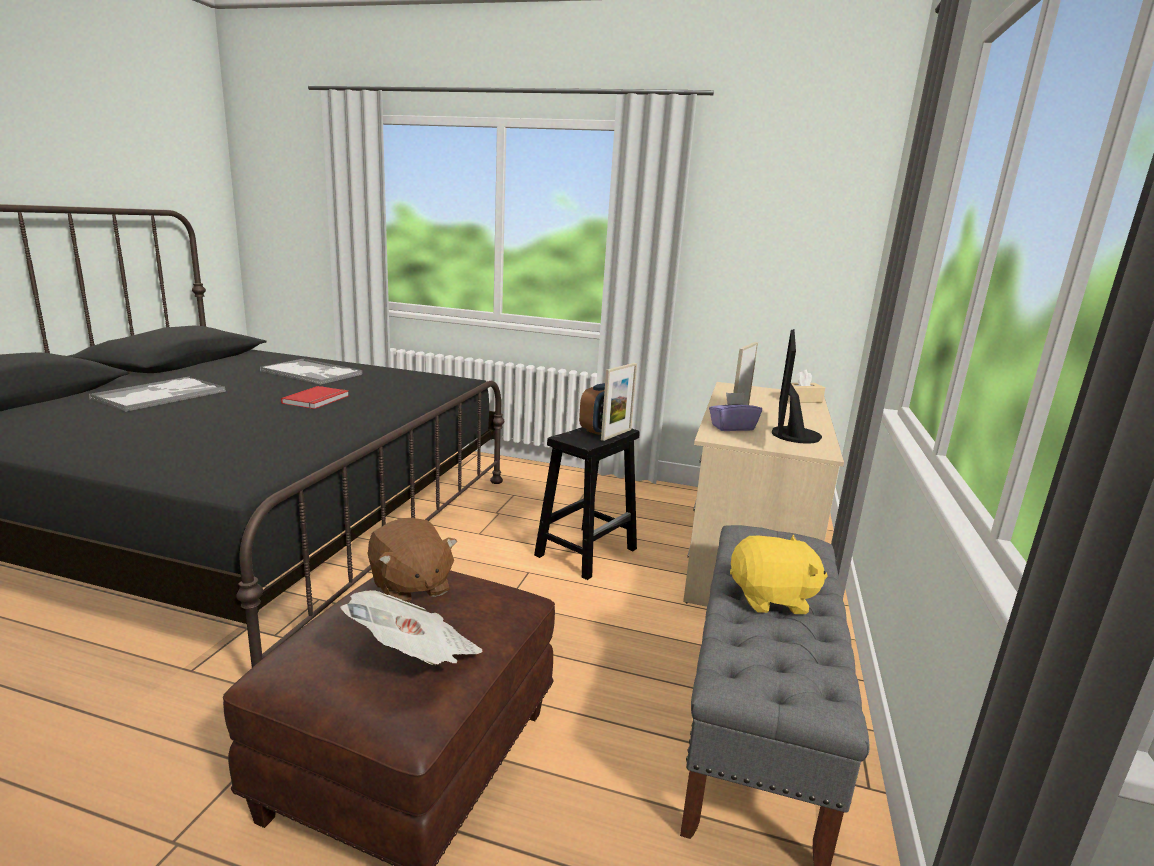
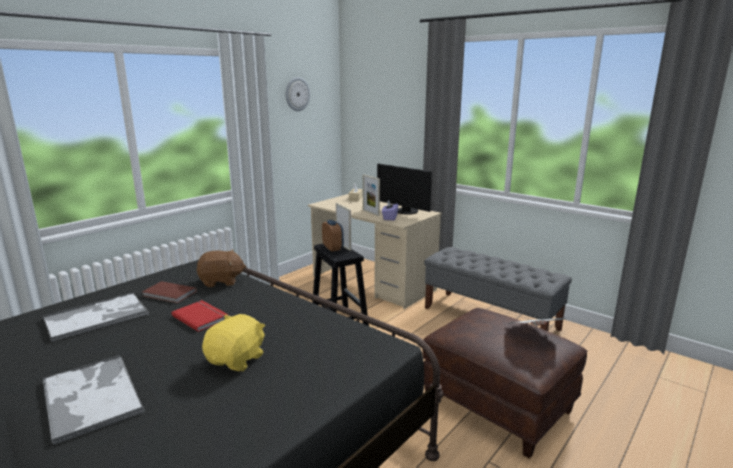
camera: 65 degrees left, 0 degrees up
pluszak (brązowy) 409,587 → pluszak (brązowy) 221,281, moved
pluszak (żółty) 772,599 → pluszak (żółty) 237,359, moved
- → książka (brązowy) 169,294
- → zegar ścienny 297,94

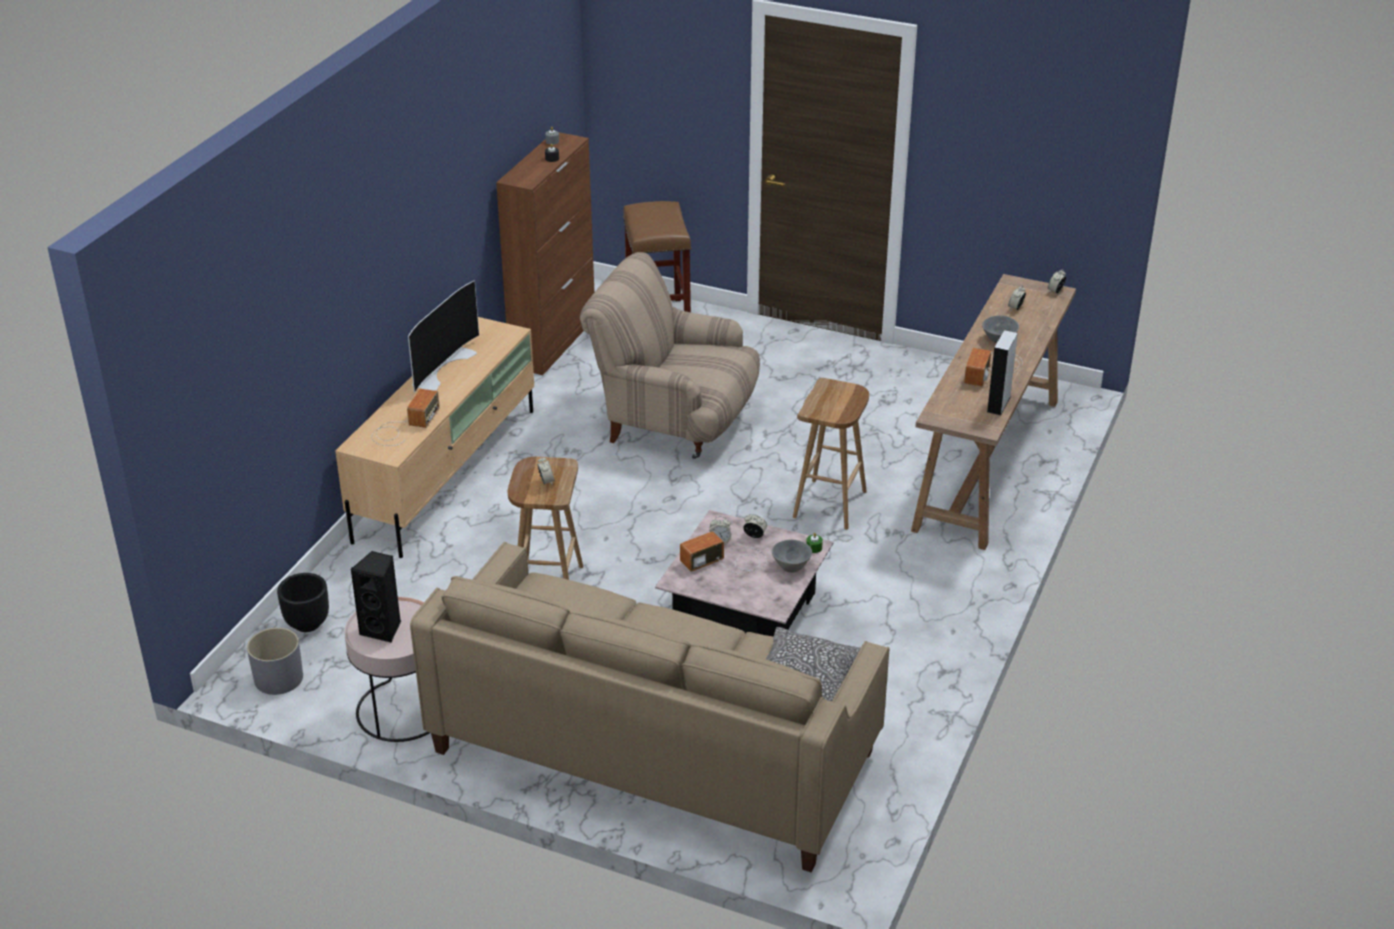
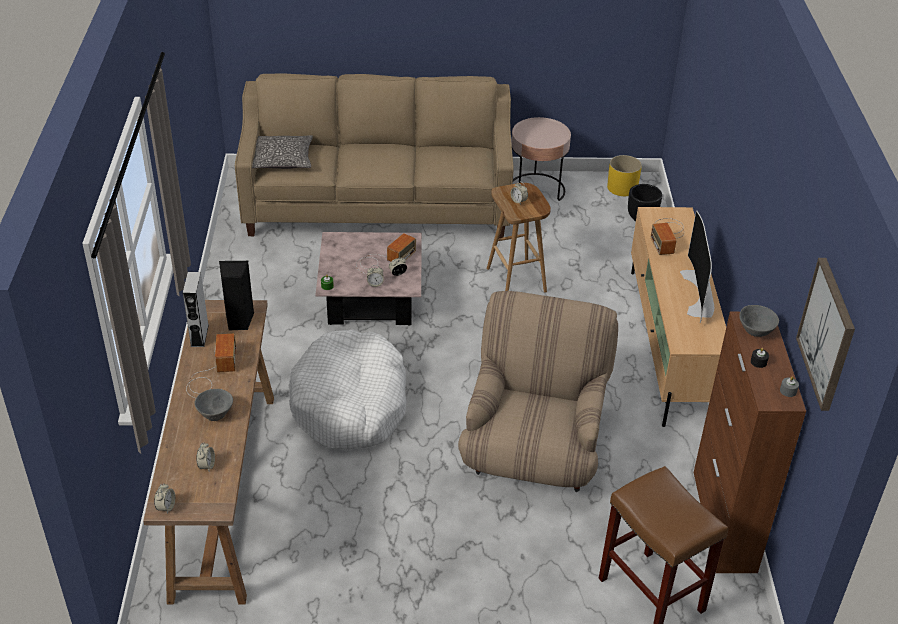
camera: 155 degrees right, 5 degrees up
donica (szary) 278,678 → donica (żółty) 622,187
głośnik (czarny) 383,629 → głośnik (czarny) 238,321, moved
fotel (beżowy) 673,423 → fotel (beżowy) 533,451, 75 degrees counterclockwise
miska (szary) 792,566 → miska (szary) 755,332, moved
stołek (brązowy) 830,505 → legowisko (biały) 350,404
- → obraz 827,333

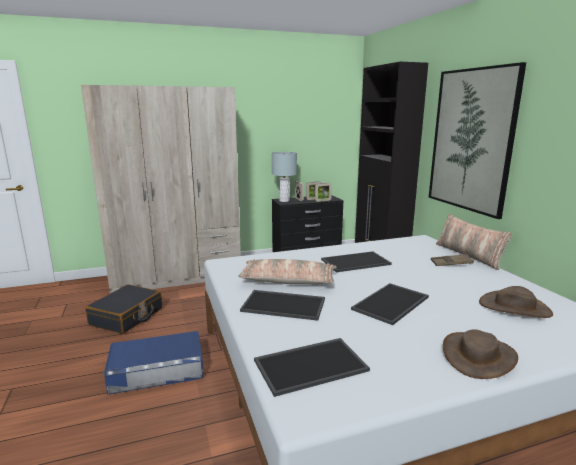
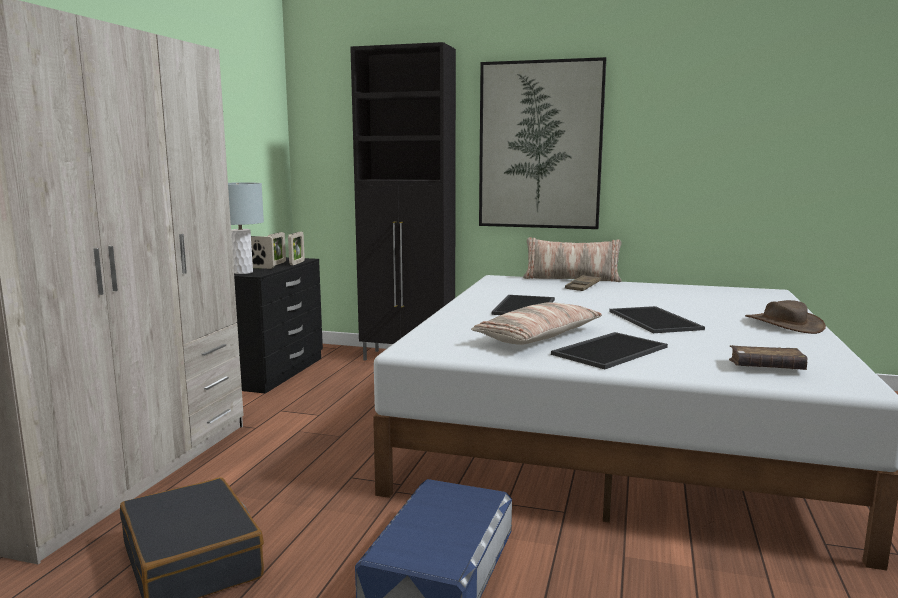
camera: 55 degrees left, 5 degrees down
taca 311,364 → książka (brązowy) 766,367
kapelusz (brązowy) 514,307 → -

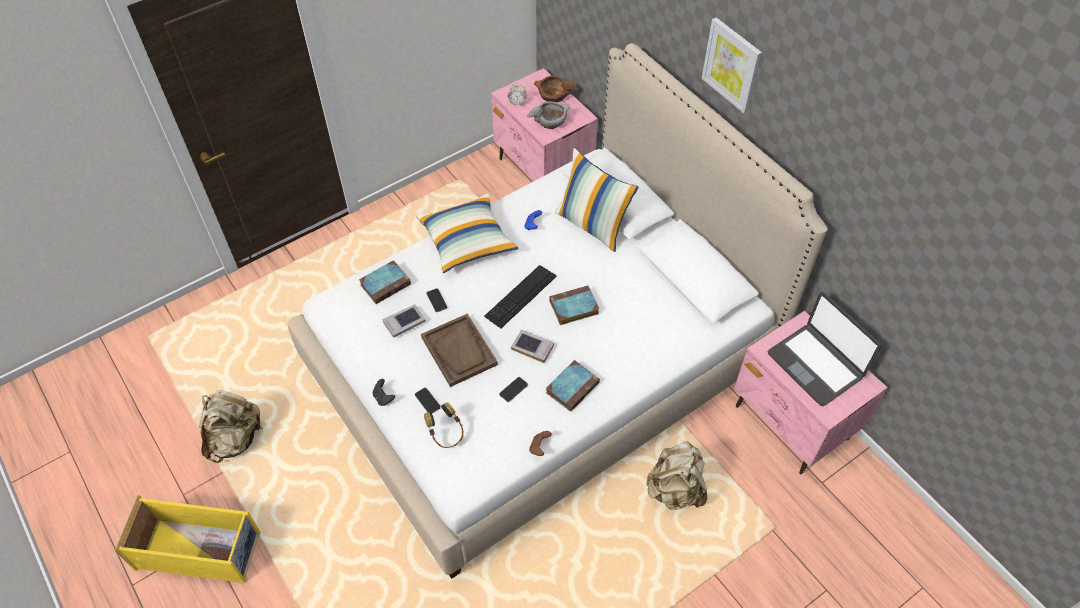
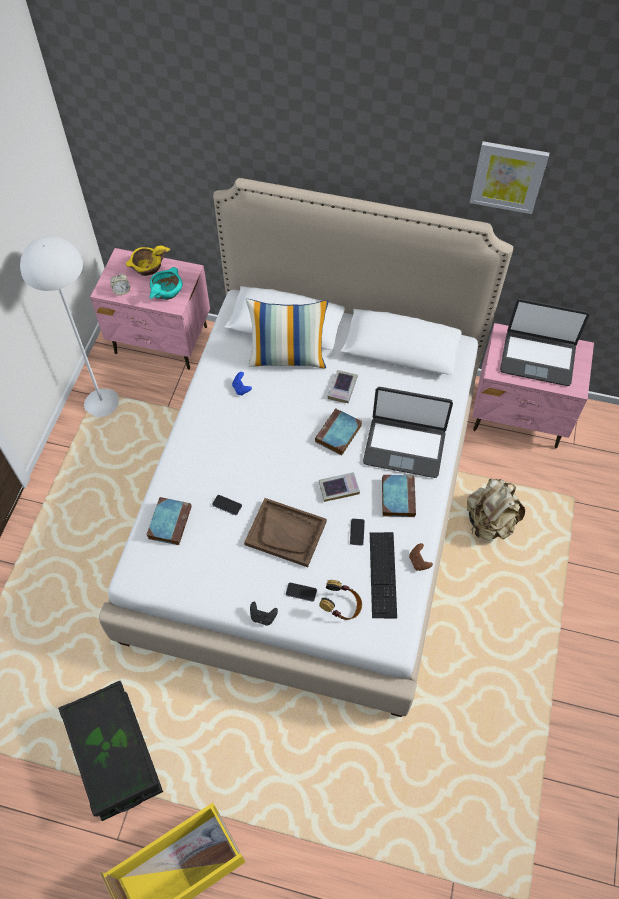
camera: 40 degrees left, 5 degrees up
plecak (beżowy) 235,438 → pojemnik do przechowywania (czarny) 116,755
książka 404,323 → książka 342,388, moved
poduszka 467,241 → -
klawiatura 520,296 → klawiatura 382,574, moved
miska (szary) 550,121 → miska (turkusowy) 166,291
miska (brązowy) 553,96 → miska (żółty) 148,267
obraz 732,65 → obraz 508,177, moved
- → lampa stojąca (biały) 102,403
- → laptop 404,446

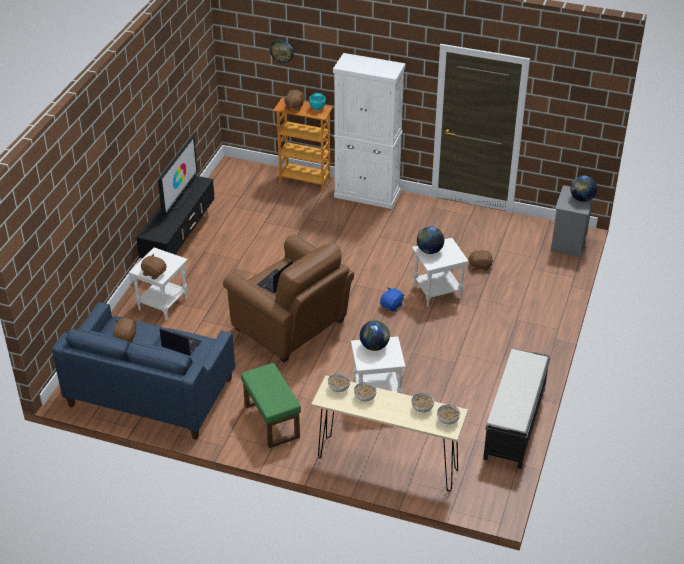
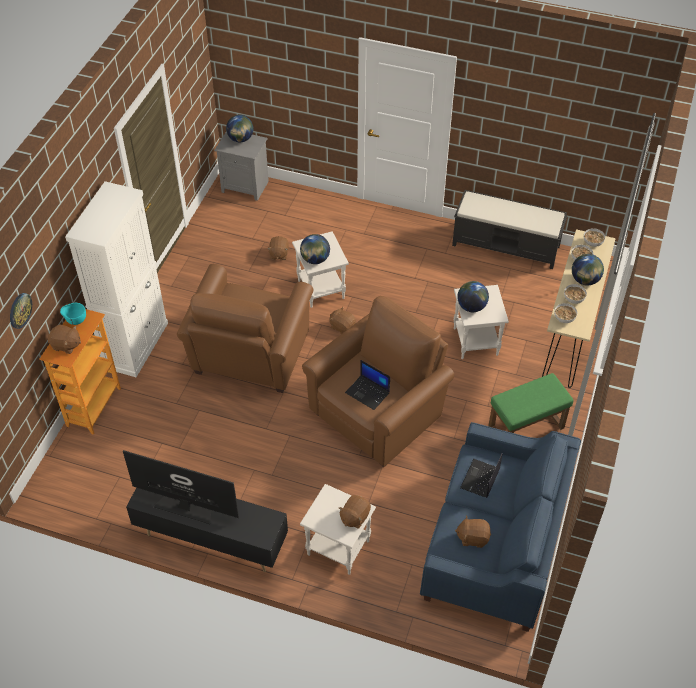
camera: 90 degrees left, 10 degrees up
pluszak (niebieski) 392,305 → pluszak (brązowy) 342,327
- → fotel (brązowy) 249,358
- → globus 585,280

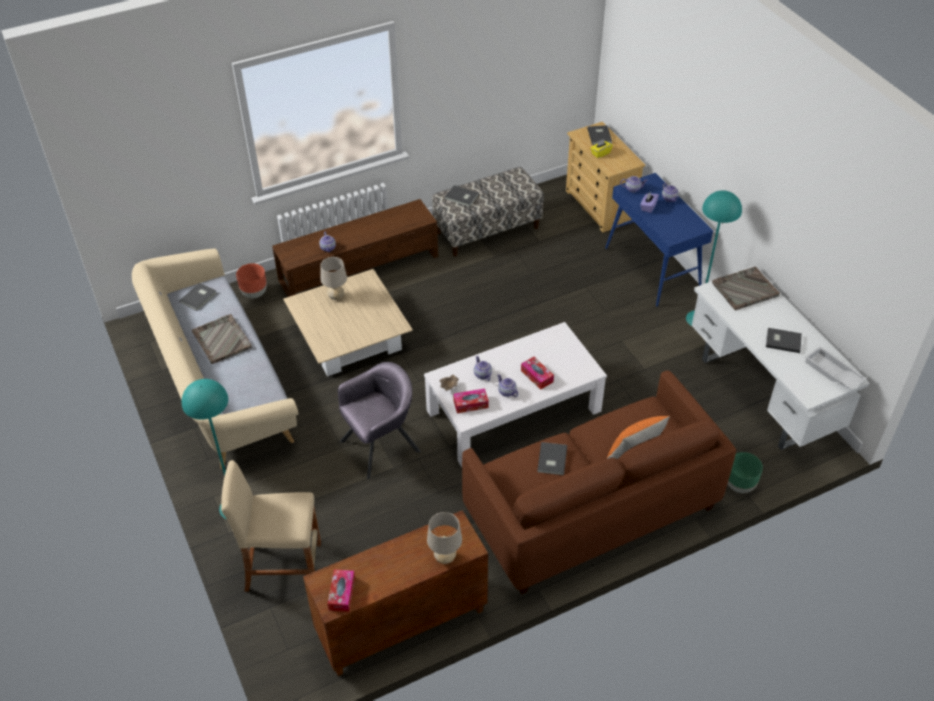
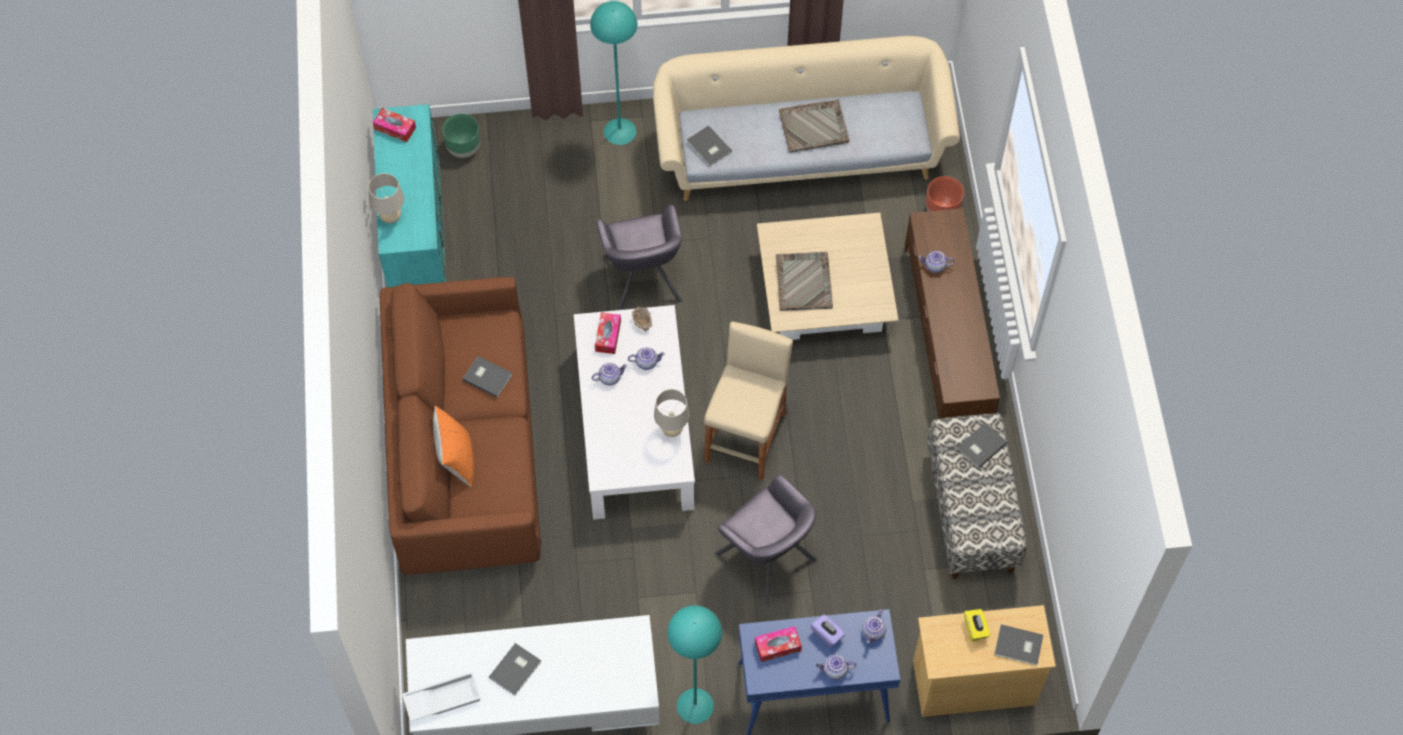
camera: 110 degrees right, 15 degrees up
książka (szary) 199,297 → książka (szary) 708,147, moved
stołek (beżowy) 283,567 → stołek (beżowy) 746,438, moved
szafka (brązowy) 401,625 → szafka (turkusowy) 416,237
lampa stołowa (beżowy) 336,297 → lampa stołowa (beżowy) 672,430, moved
pudełko chusteczek 537,376 → pudełko chusteczek 777,646, moved
taca (szary) 744,289 → taca (szary) 803,281, moved
donica (zielony) 739,485 → donica (zielony) 463,148, moved
- → fotel (szary) 766,557

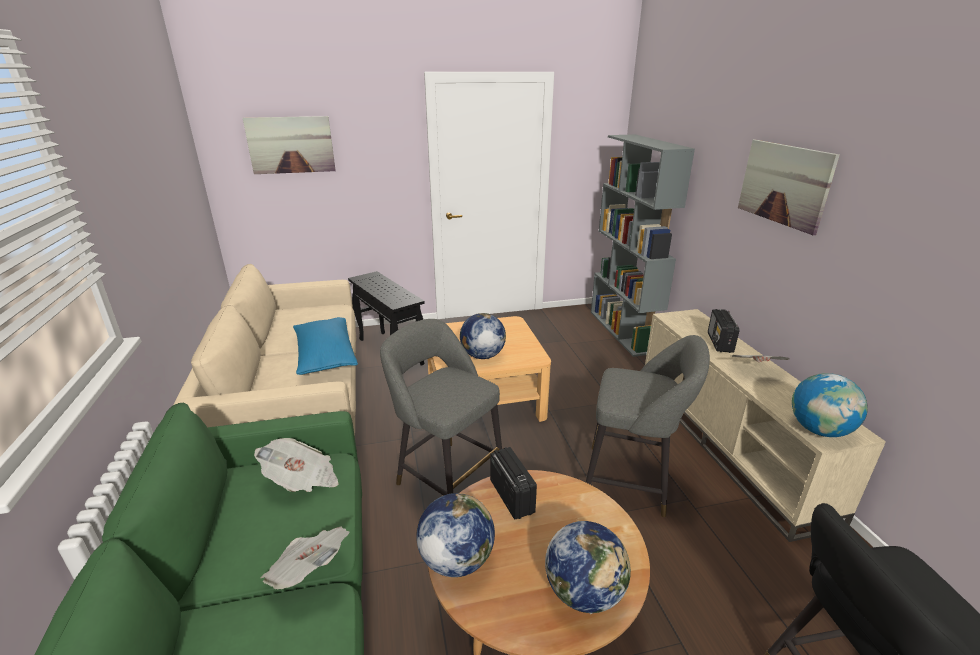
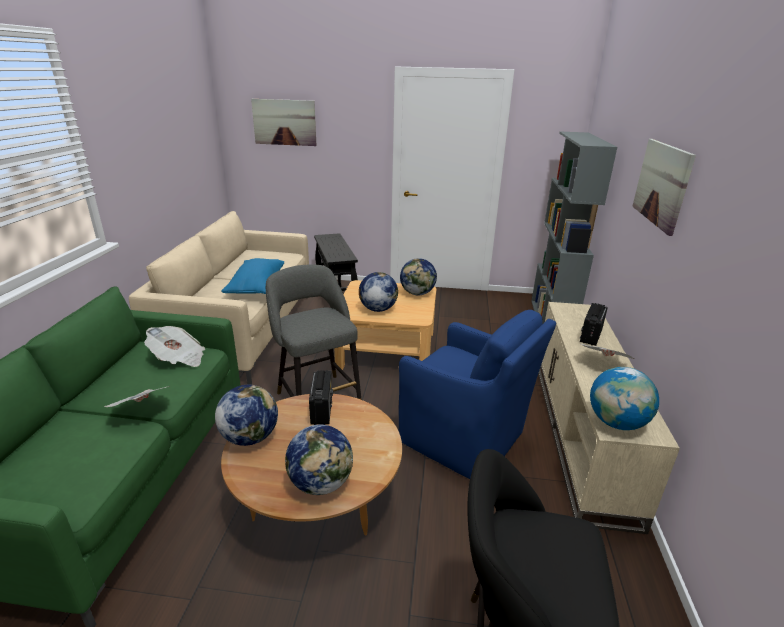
camera: 20 degrees right, 0 degrees up
stołek (szary) 632,481 → fotel (niebieski) 464,440
- → globus 417,293

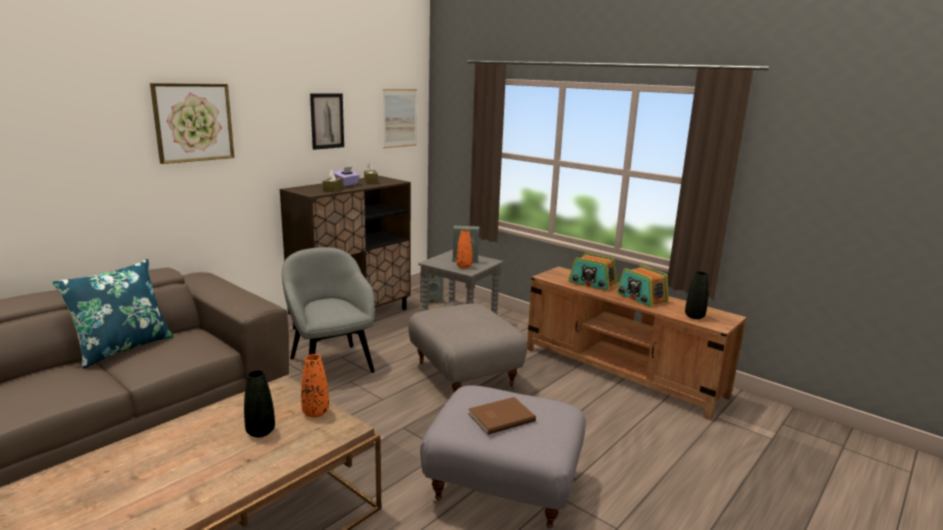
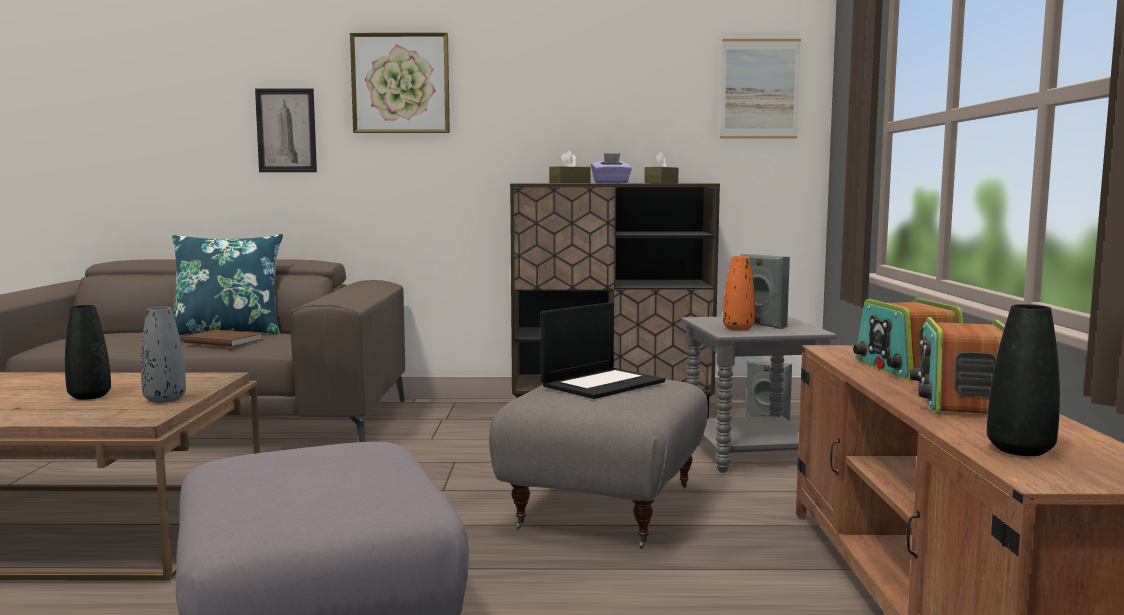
camera: 50 degrees right, 10 degrees down
fotel (szary) 331,363 → -
wazon (pomarańczowy) 315,412 → wazon (szary) 165,399
obraz 327,121 → obraz 286,130, moved
książka (brązowy) 499,417 → książka (brązowy) 224,340, moved
- → laptop 603,383

